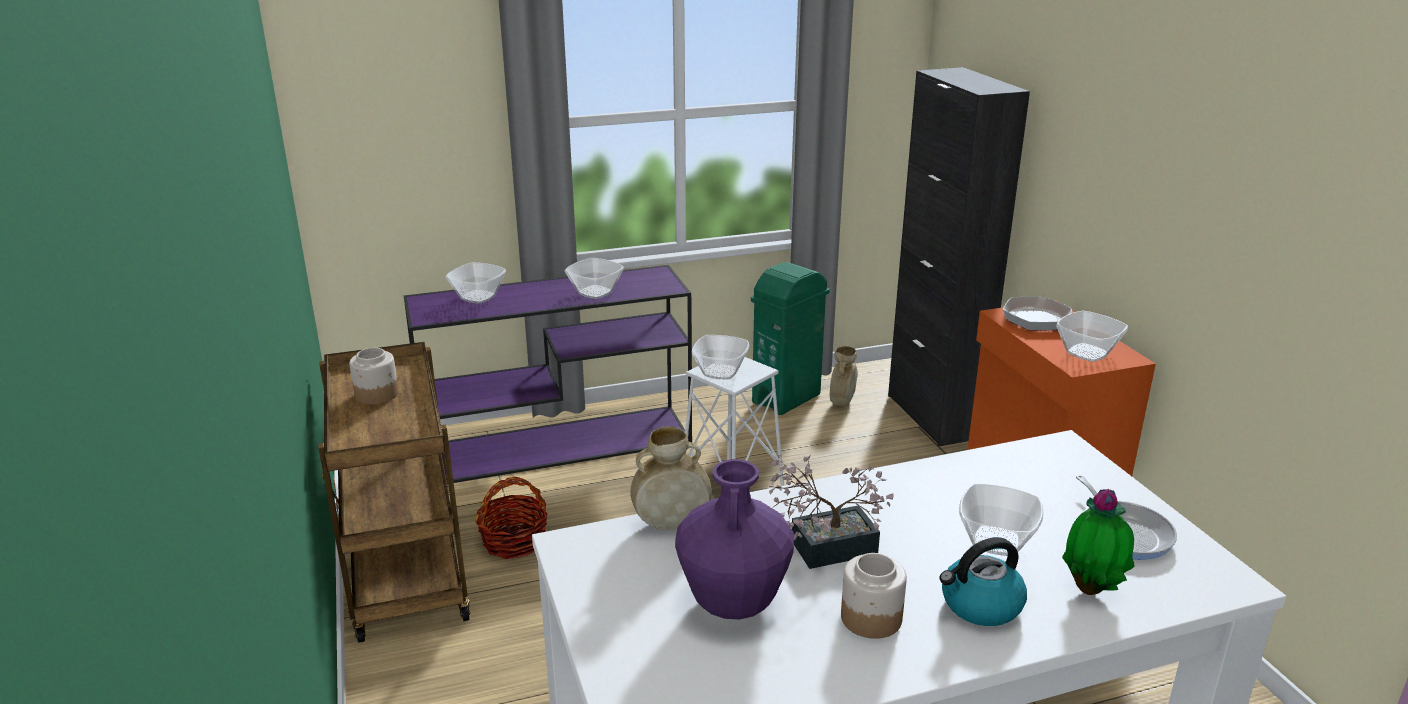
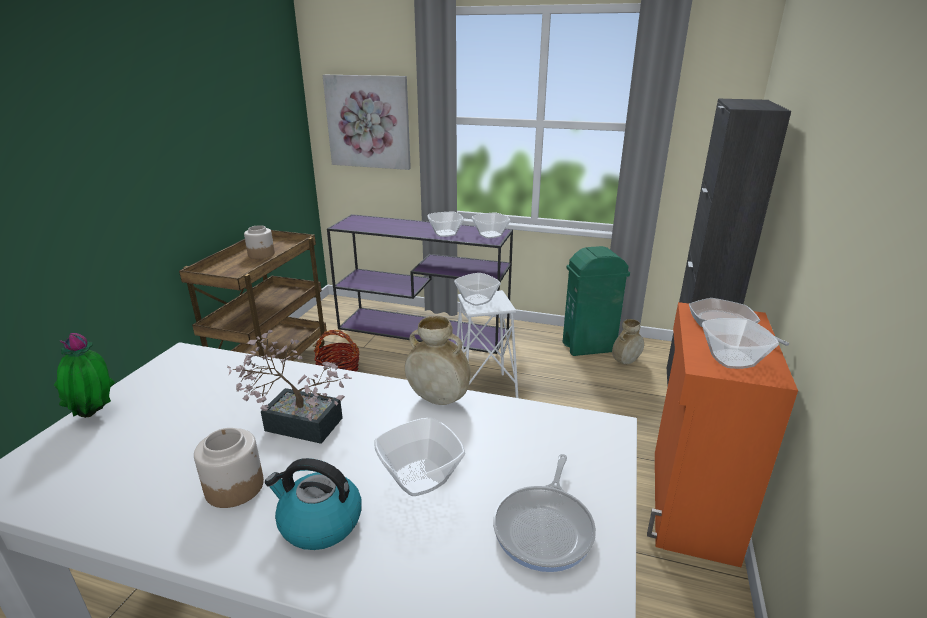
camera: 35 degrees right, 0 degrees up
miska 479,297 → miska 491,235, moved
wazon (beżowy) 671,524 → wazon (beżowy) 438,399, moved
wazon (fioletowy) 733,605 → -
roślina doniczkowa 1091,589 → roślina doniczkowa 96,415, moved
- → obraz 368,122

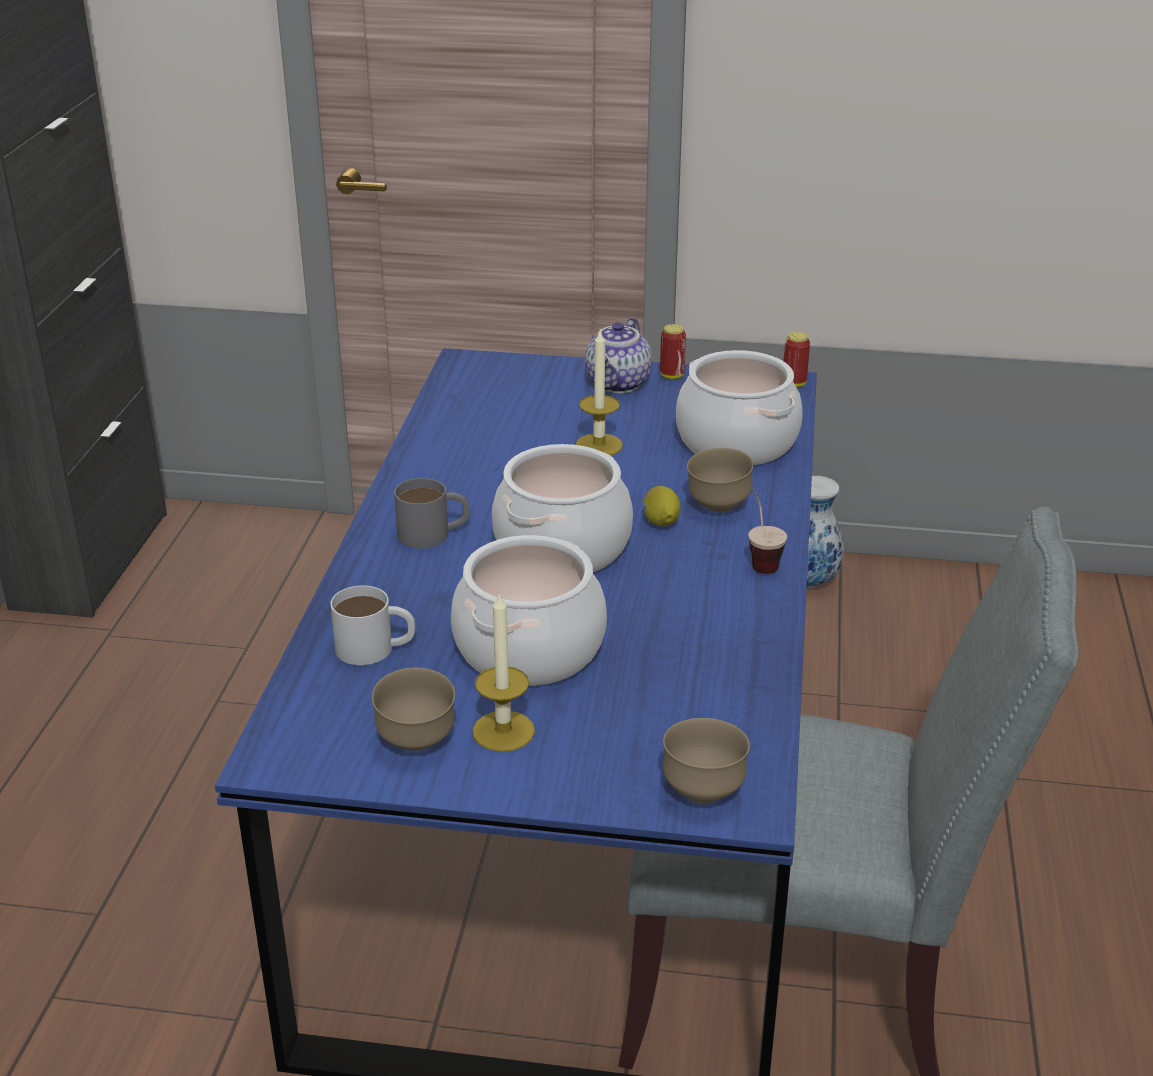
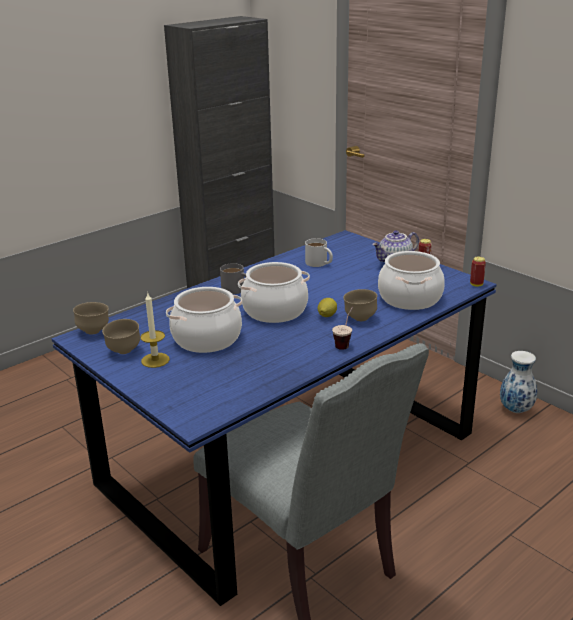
camera: 40 degrees right, 5 degrees down
kubek (biały) 376,648 → kubek (biały) 319,263, moved
świeca 599,445 → -
miska (brązowy) 703,792 → miska (brązowy) 94,331, moved

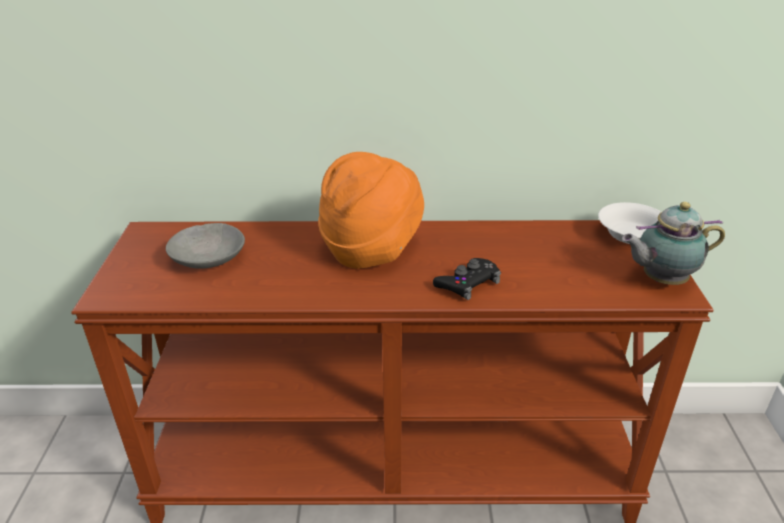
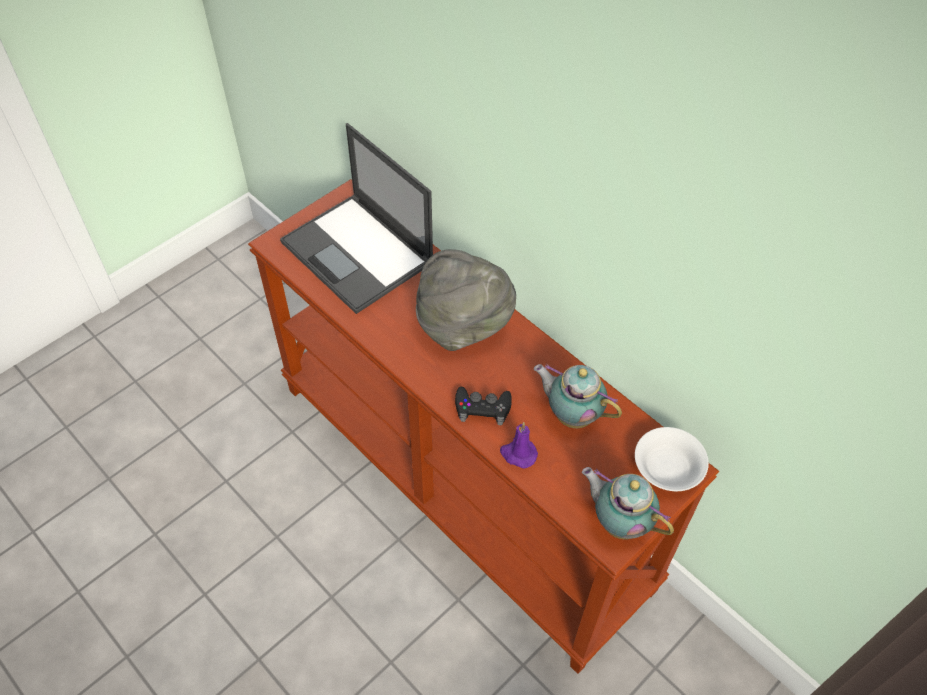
camera: 45 degrees right, 20 degrees up
miska (szary) 209,258 → laptop 359,253
kapelusz (pomarańczowy) 372,249 → kapelusz (szary) 463,325
- → świeca (fioletowy) 518,454
- → imbryk 571,414

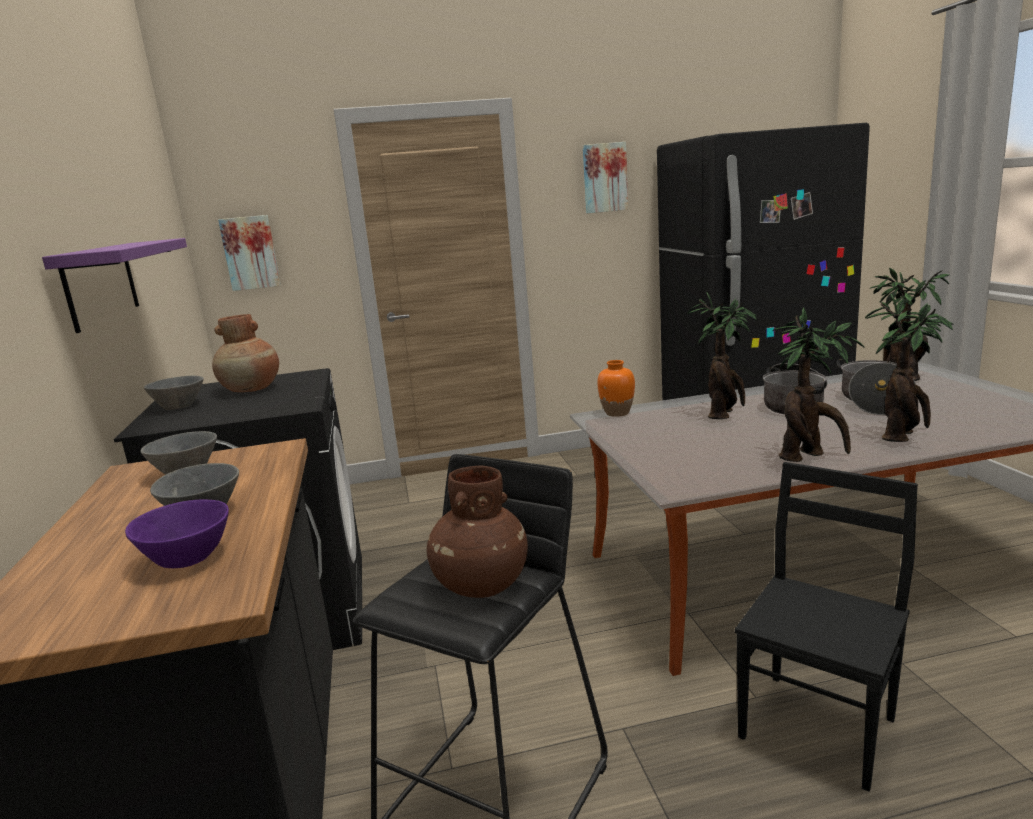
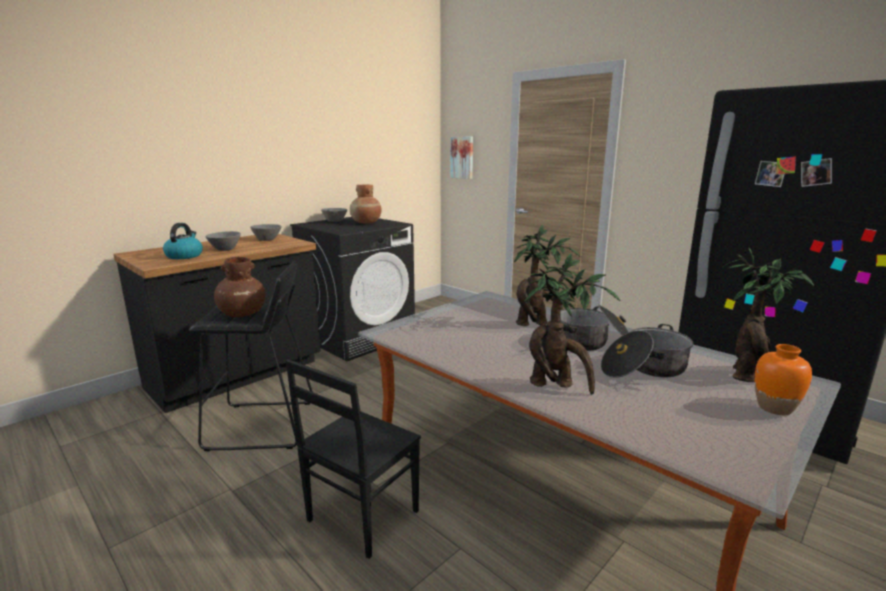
camera: 55 degrees right, 0 degrees up
półka (fioletowy) 101,283 → -
miska (fioletowy) 187,560 → czajnik 184,256
obraz 604,178 → -
wazon (pomarańczowy) 617,413 → wazon (pomarańczowy) 774,408, moved
krzesło (czarny) 820,727 → krzesło (czarny) 360,516, 120 degrees clockwise
roślina doniczkowa 808,456 → -

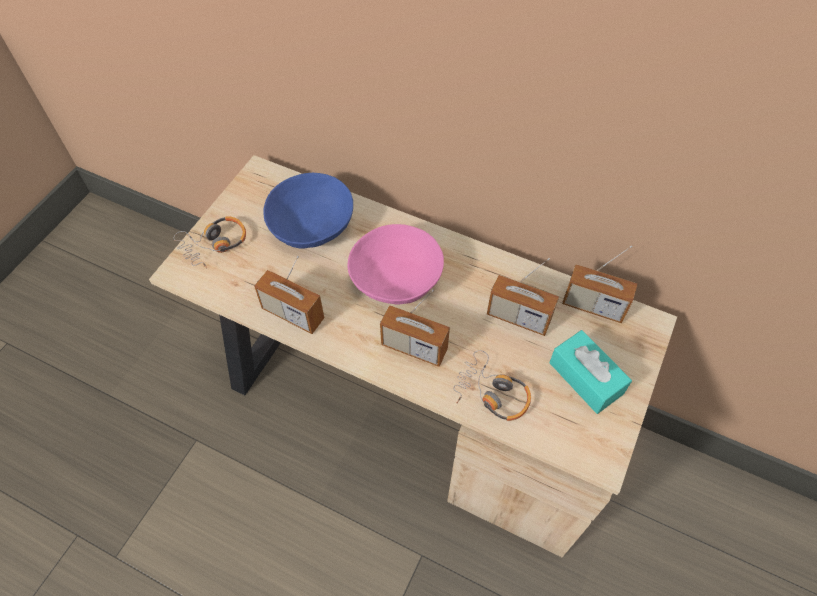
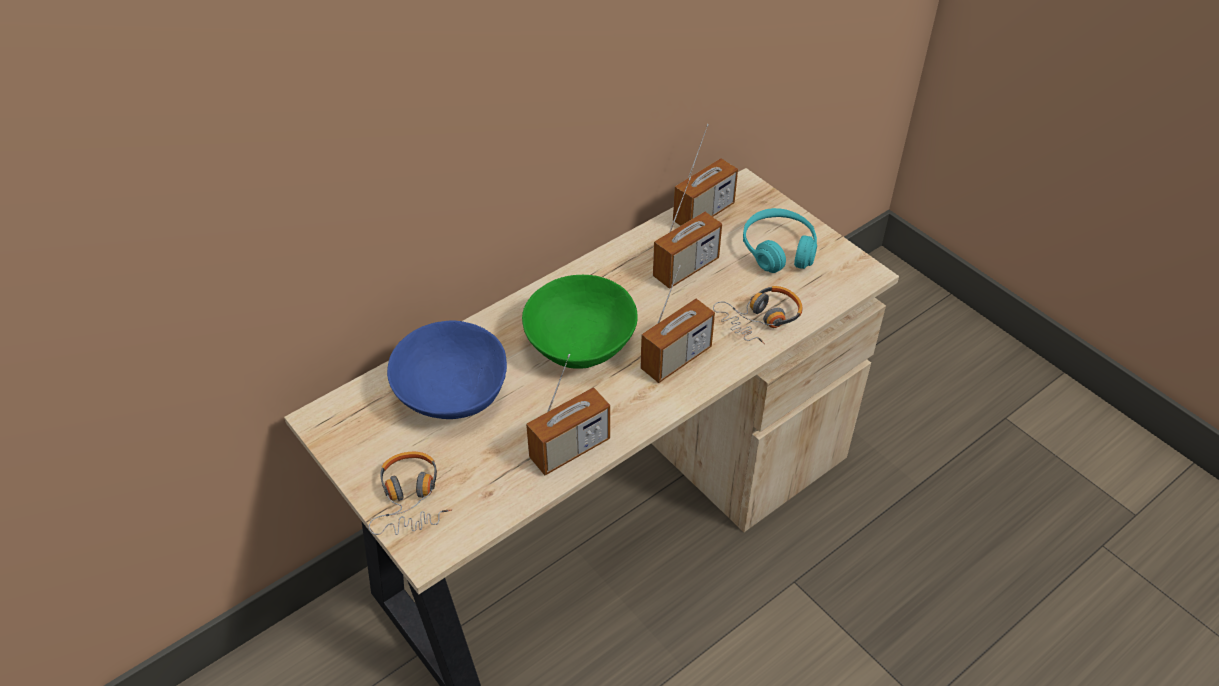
camera: 65 degrees left, 10 degrees down
miska (różowy) 397,279 → miska (zielony) 580,342
pudełko chusteczek (turkusowy) 586,378 → słuchawki (turkusowy) 778,250

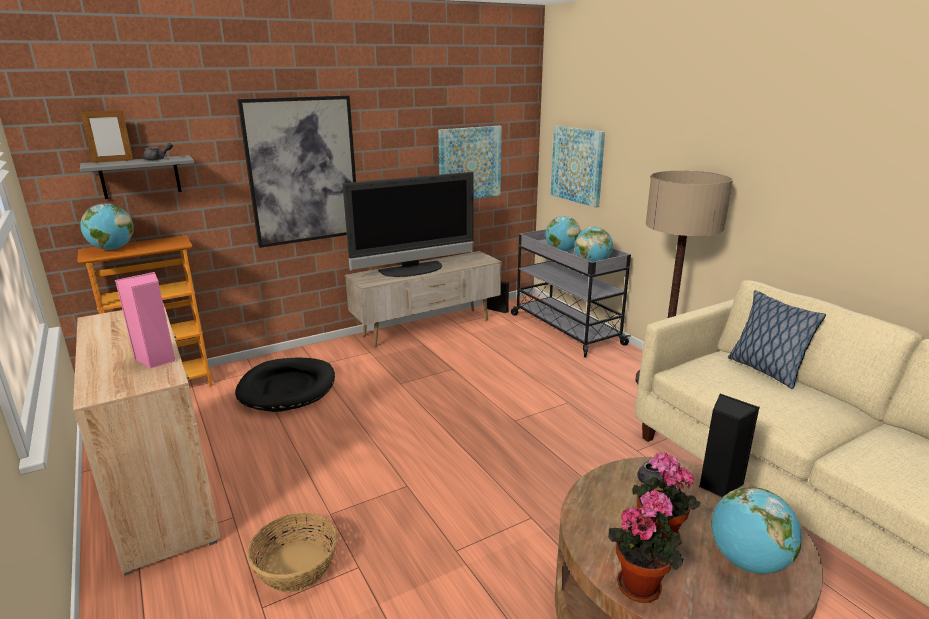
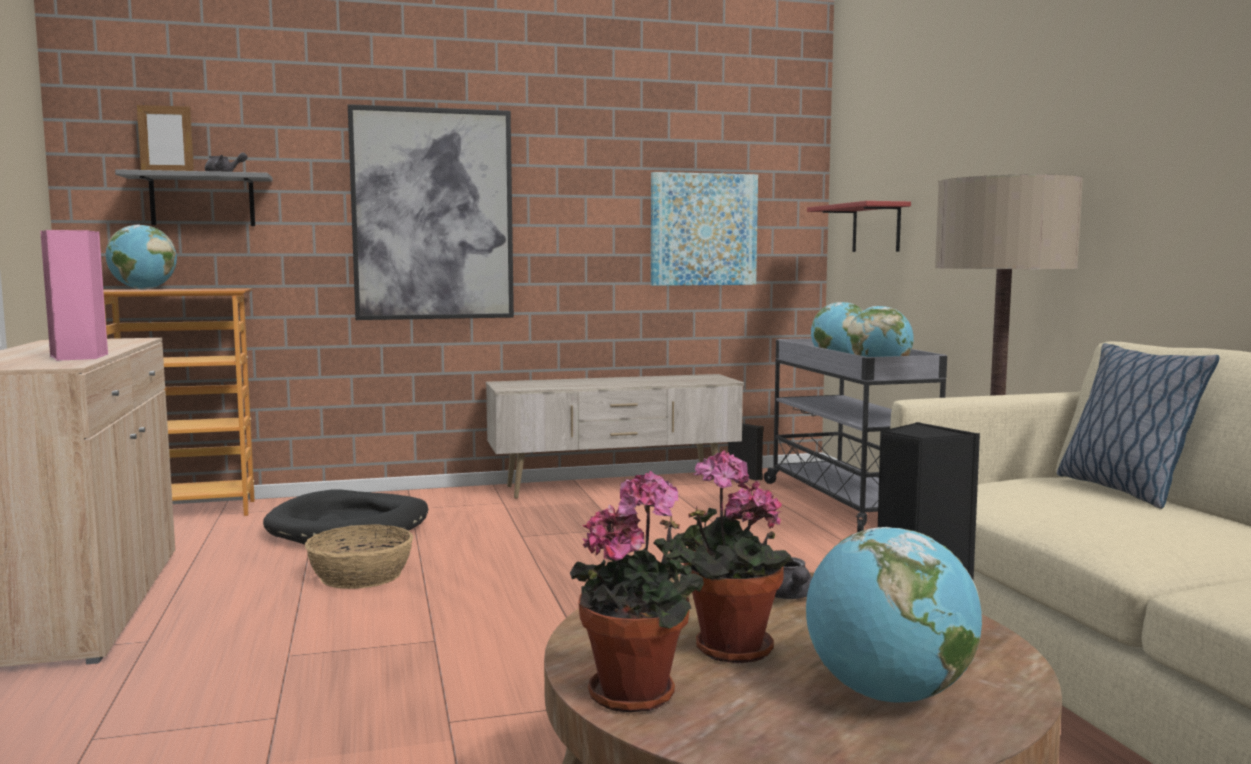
camera: 15 degrees right, 15 degrees down
koszyk 295,566 → koszyk 360,575, moved
telewizor 413,270 → -
obraz 577,165 → półka (czerwony) 876,228

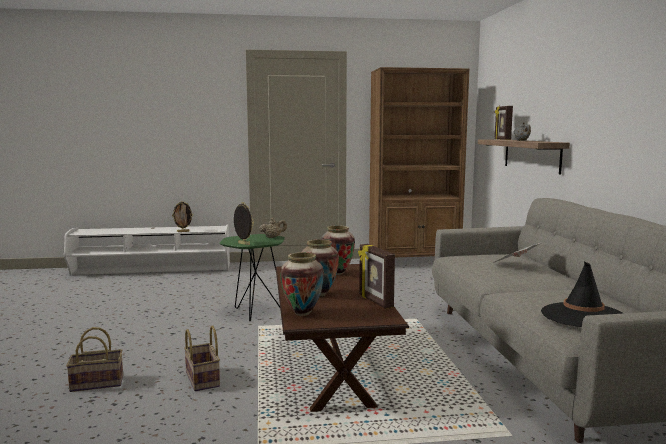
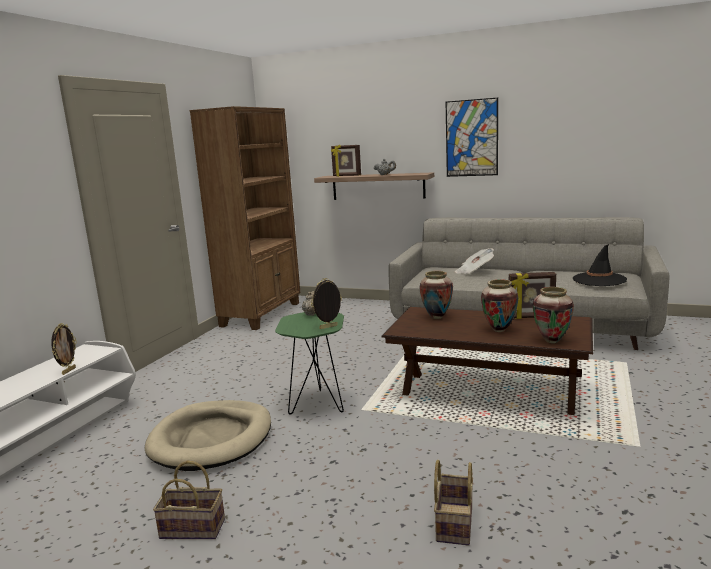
camera: 60 degrees left, 5 degrees up
koszyk 203,379 → koszyk 194,528, moved
- → legowisko (beżowy) 212,439
- → obraz 471,138

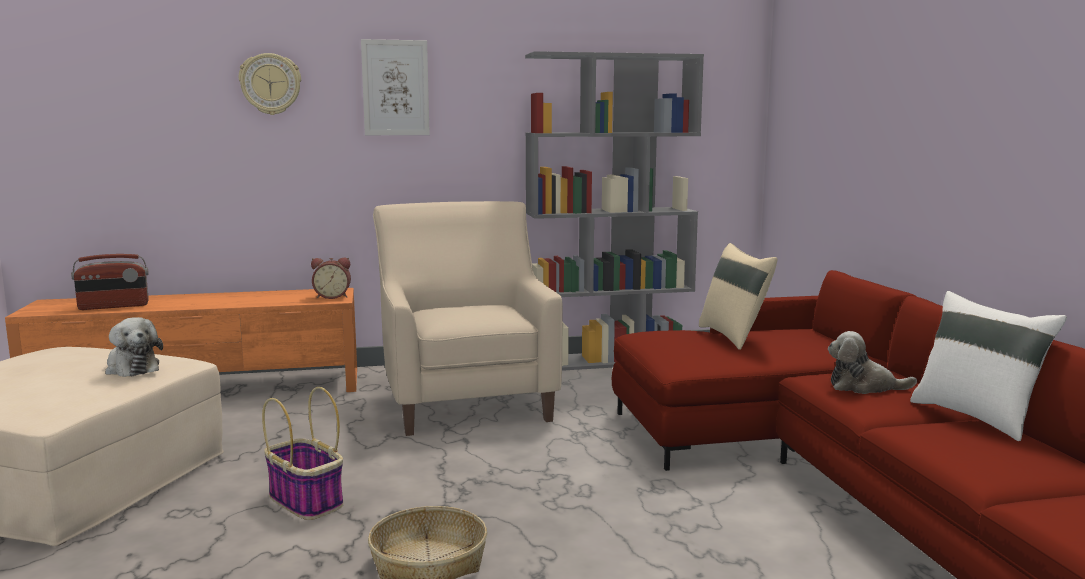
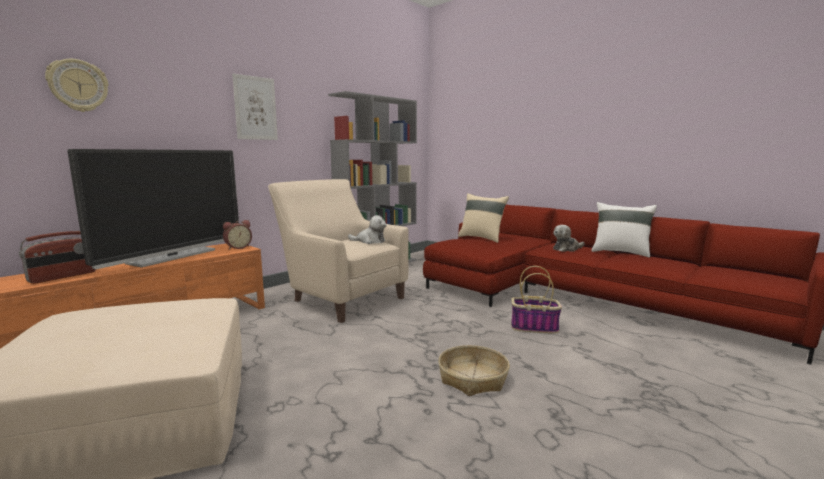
camera: 35 degrees left, 0 degrees up
pluszak 131,368 → pluszak 370,241, moved
zegar ścienny 270,84 → zegar ścienny 78,85, moved
koszyk 307,501 → koszyk 534,327, moved
- → telewizor 173,256

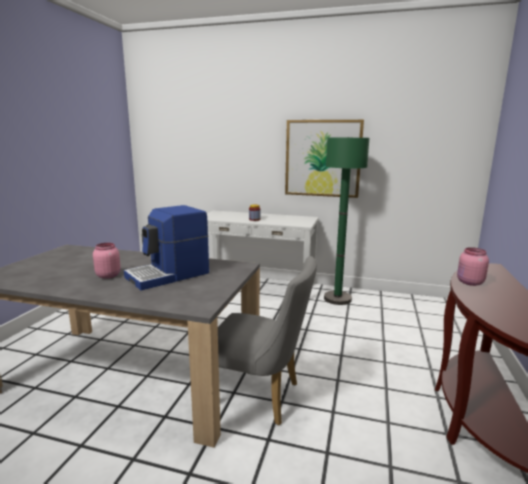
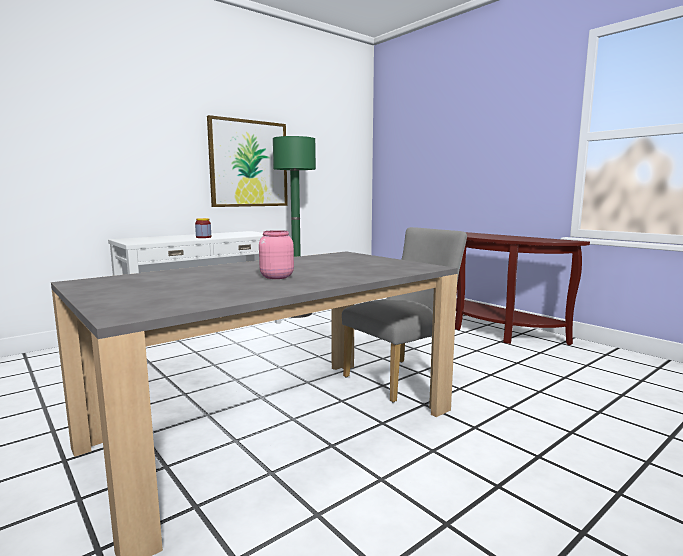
camera: 55 degrees left, 5 degrees down
ekspres do kawy 169,275 → -
słoik (różowy) 469,282 → -

